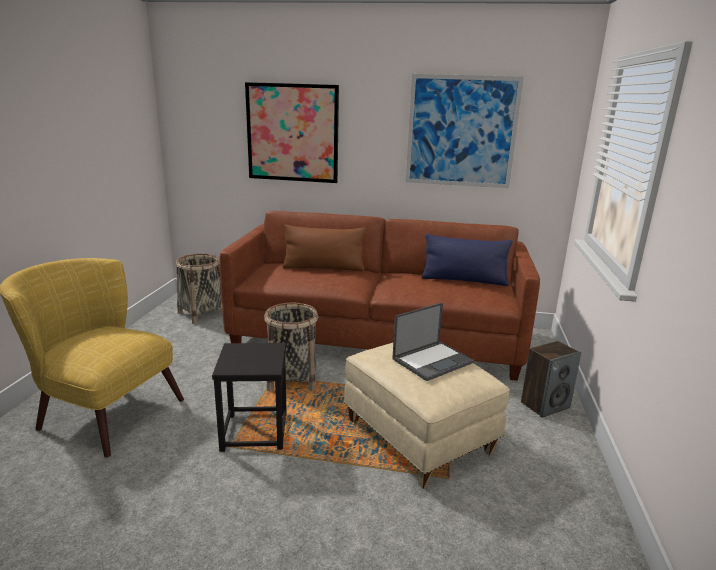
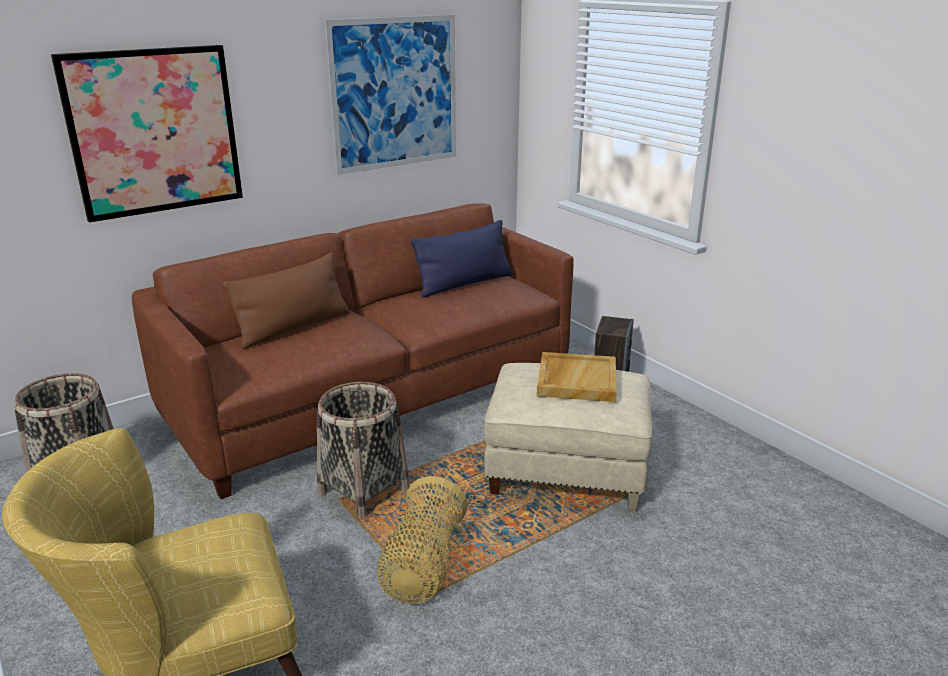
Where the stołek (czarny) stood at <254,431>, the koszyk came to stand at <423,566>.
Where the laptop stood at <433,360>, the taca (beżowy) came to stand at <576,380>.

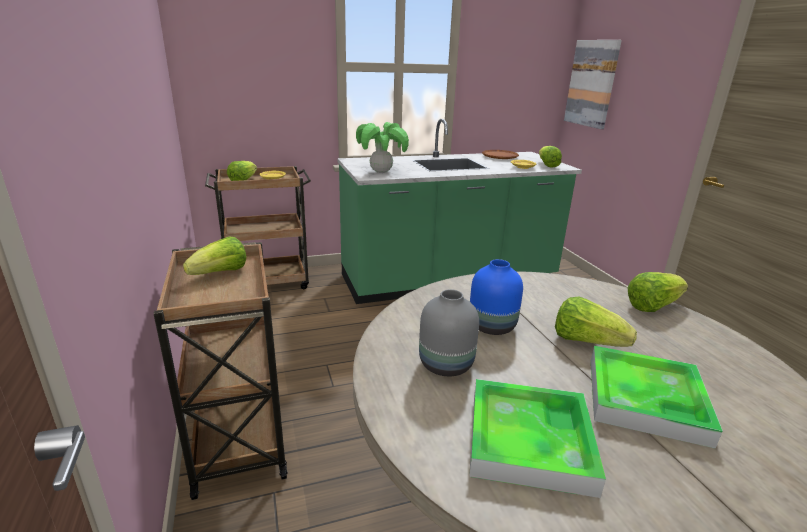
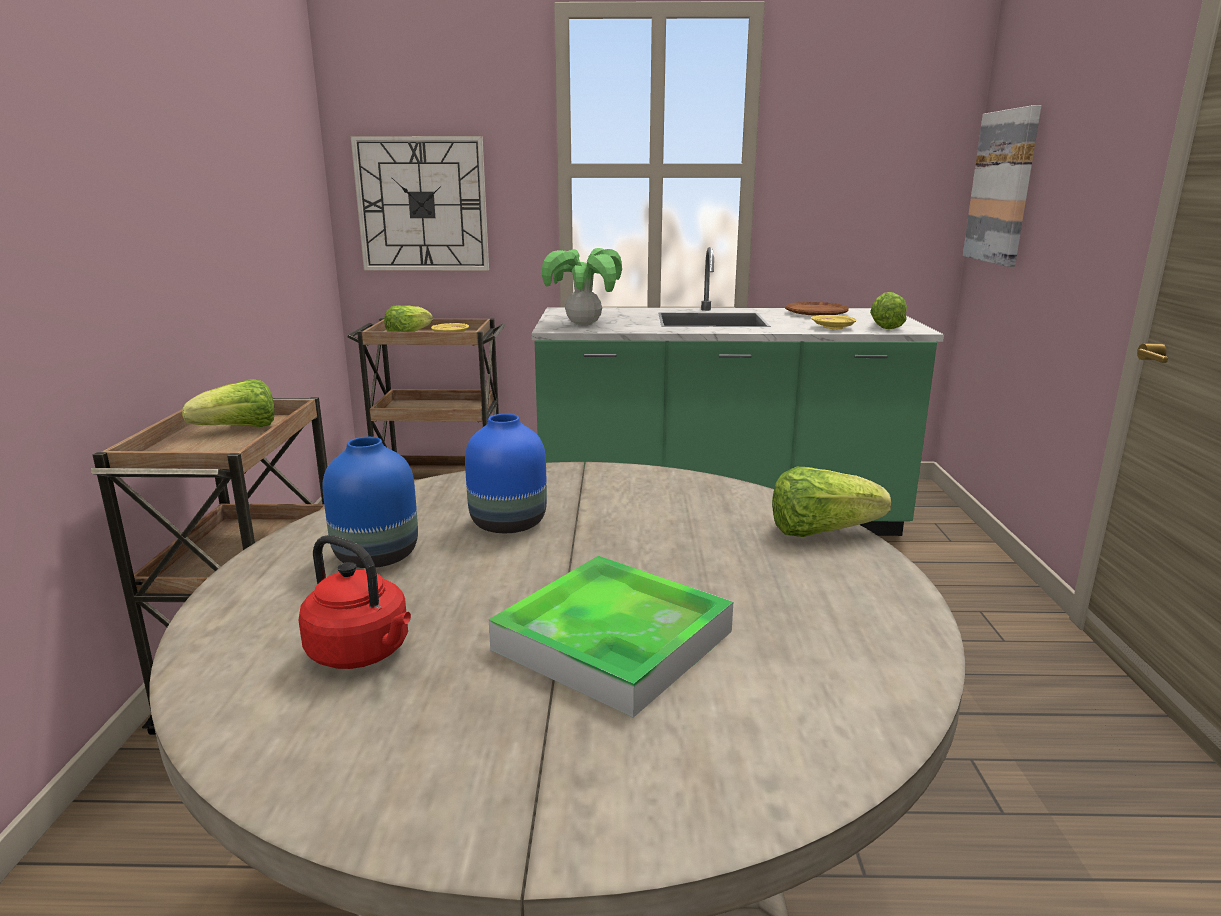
The second view lost the sałata at <586,341>.
The second view gained the zegar ścienny at <422,204>.
Where the taca stood at <529,440>, the czajnik (czerwony) came to stand at <363,653>.
What was the wazon (szary) at <447,364> turned into the wazon (niebieski) at <379,555>.

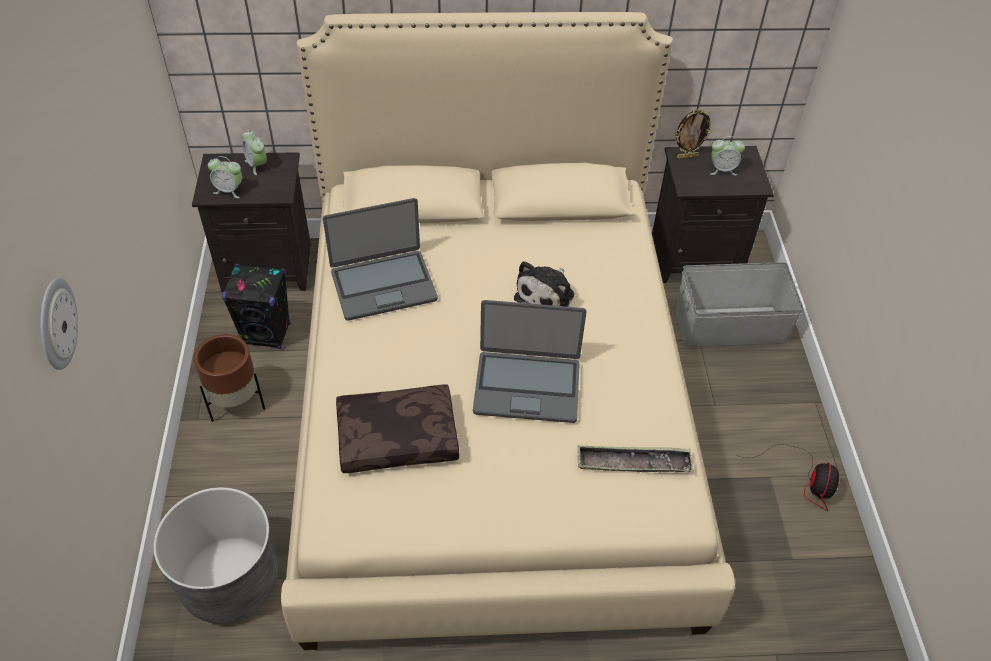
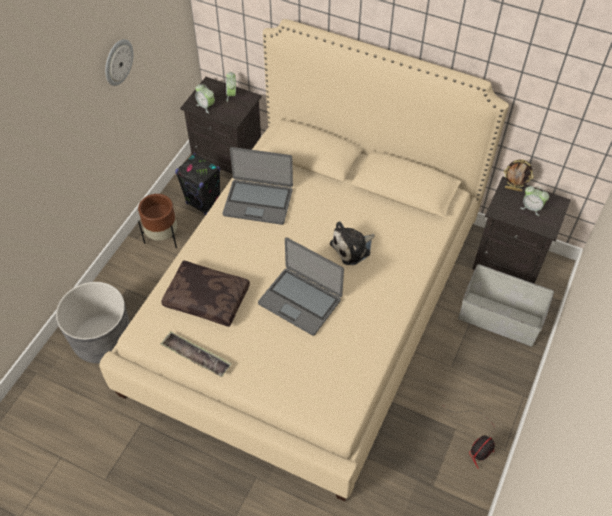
The zegar ścienny ended up elsewhere, having gone from <56,323> to <118,62>.
The taca ended up elsewhere, having gone from <633,463> to <196,356>.

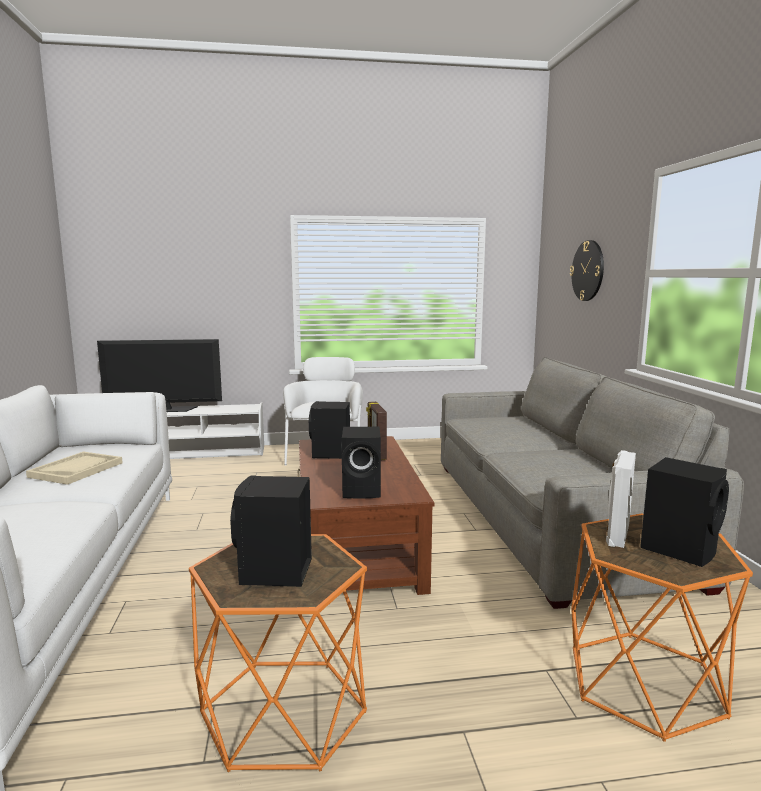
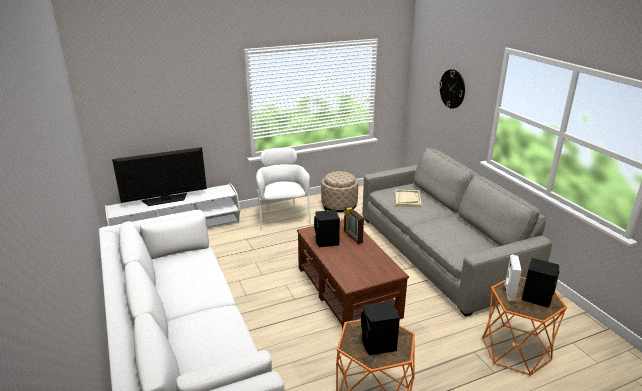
The second view lost the głośnik (czarny) at <363,490>.
The second view gained the pufa (beżowy) at <339,205>.
The taca (beżowy) ended up elsewhere, having gone from <76,470> to <407,199>.

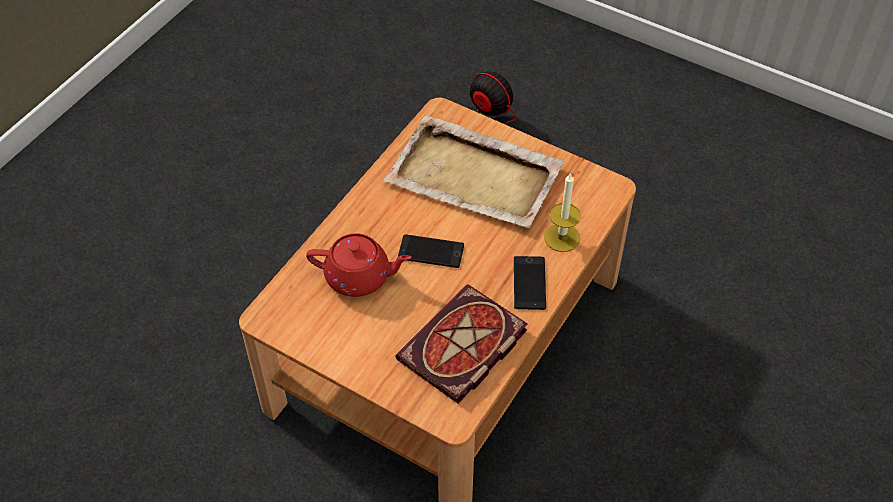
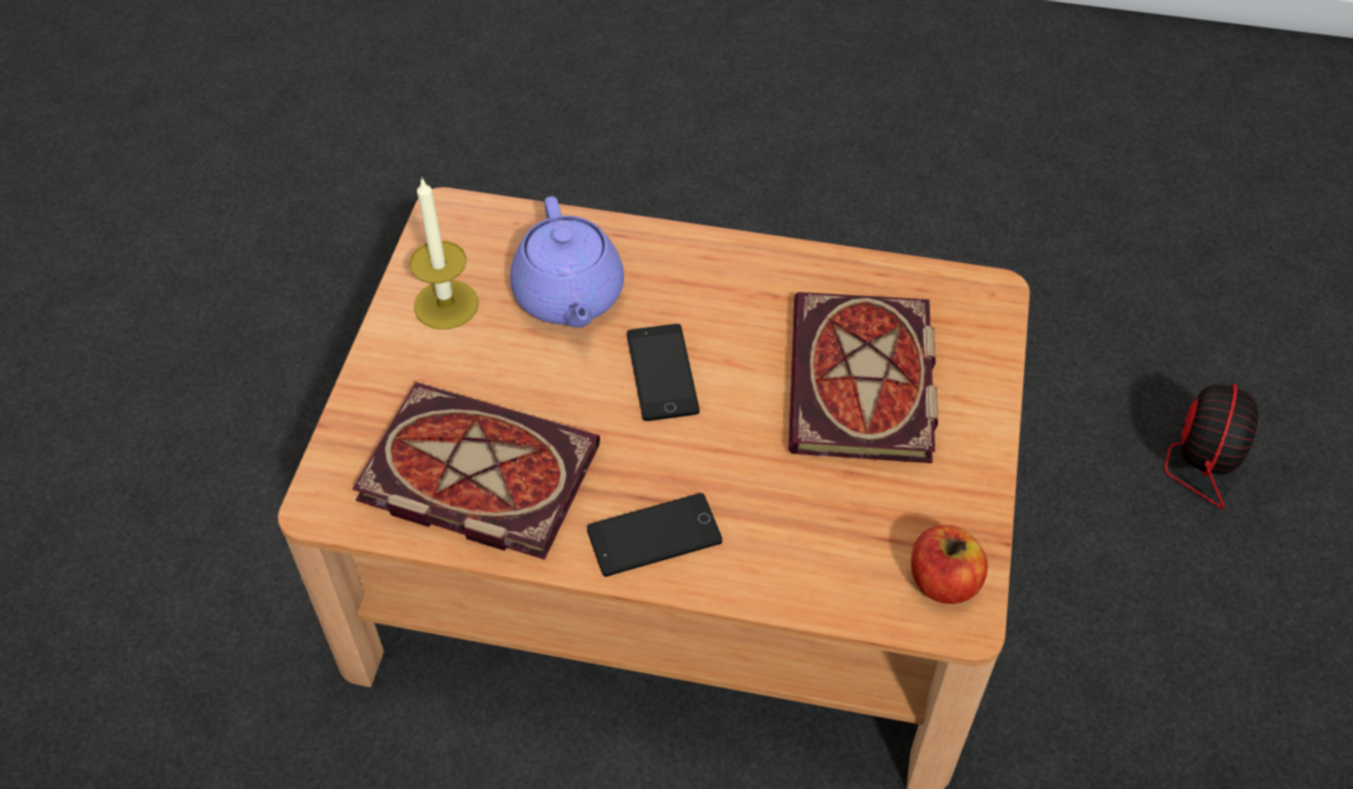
The second view gained the jabłko at <943,582>.
The świeca ended up elsewhere, having gone from <562,237> to <446,304>.
Where the taca (beżowy) stood at <475,176>, the książka came to stand at <865,386>.
What was the imbryk (czerwony) at <359,277> turned into the imbryk (fioletowy) at <569,297>.

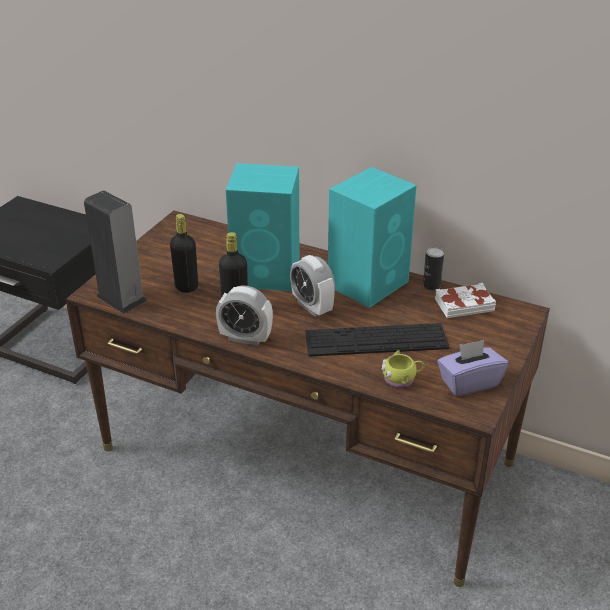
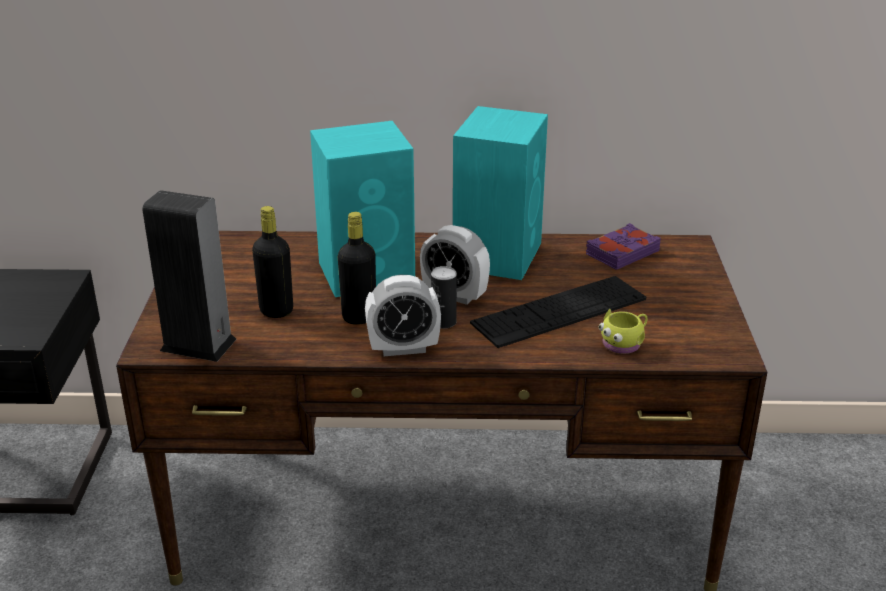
The second view lost the pudełko chusteczek (fioletowy) at <469,382>.
The puszka ended up elsewhere, having gone from <431,285> to <443,322>.
What was the książka (biały) at <464,304> turned into the książka (fioletowy) at <621,252>.

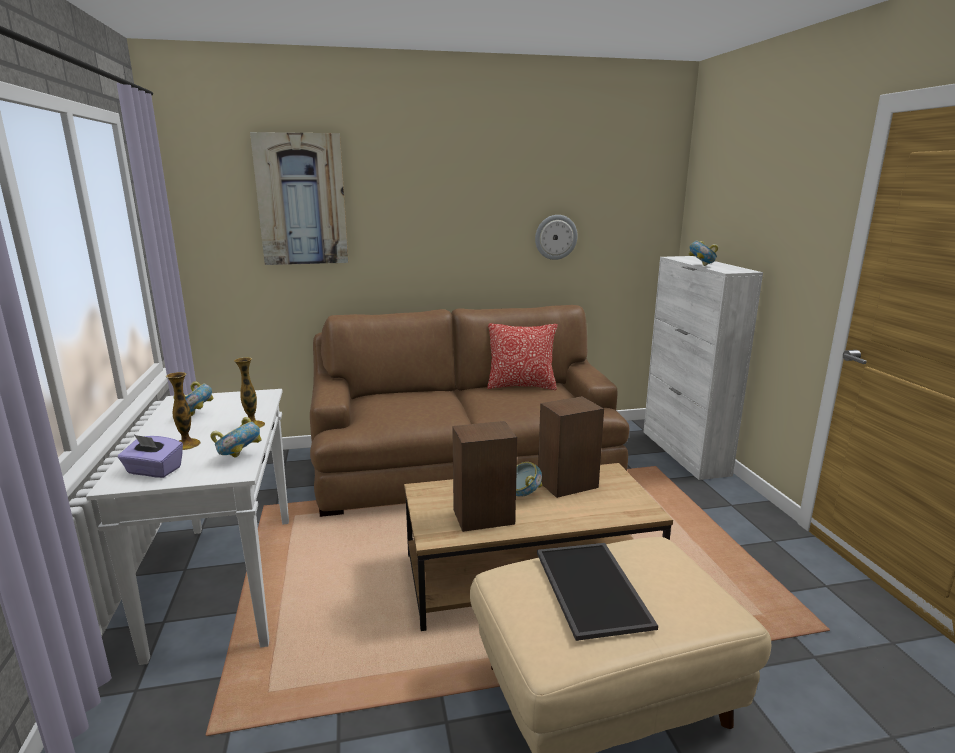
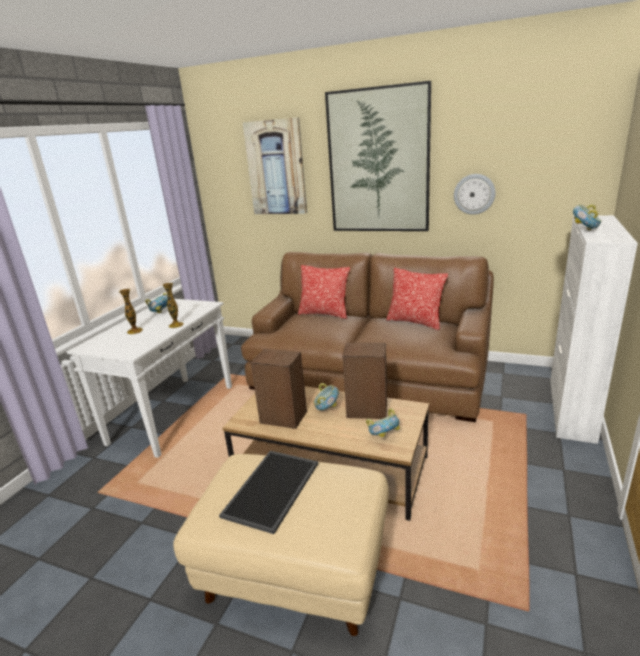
The second view lost the pudełko chusteczek (fioletowy) at <154,471>.
The second view gained the poduszka at <324,314>.
The second view gained the obraz at <378,162>.
The miska ended up elsewhere, having gone from <240,457> to <384,436>.

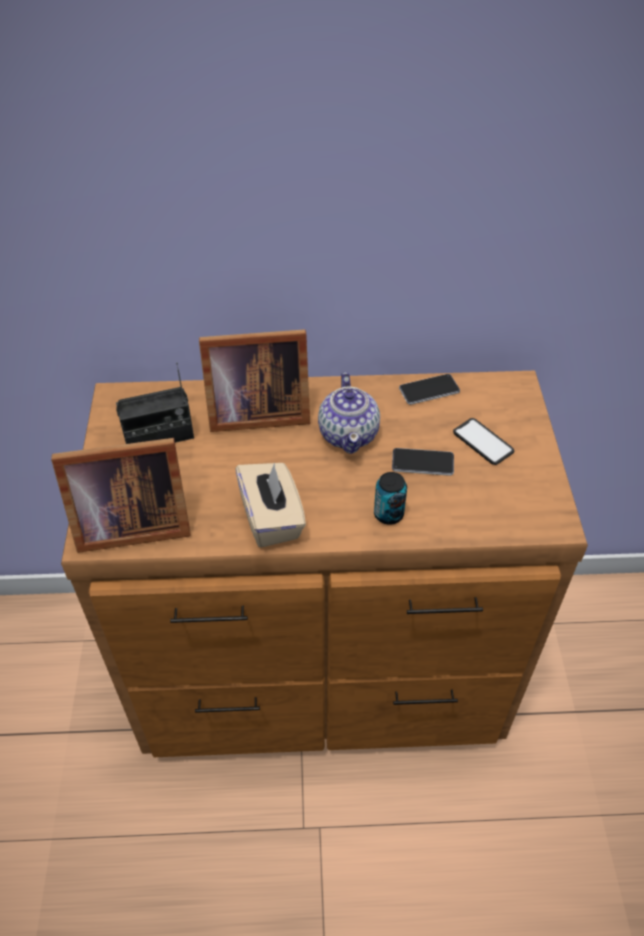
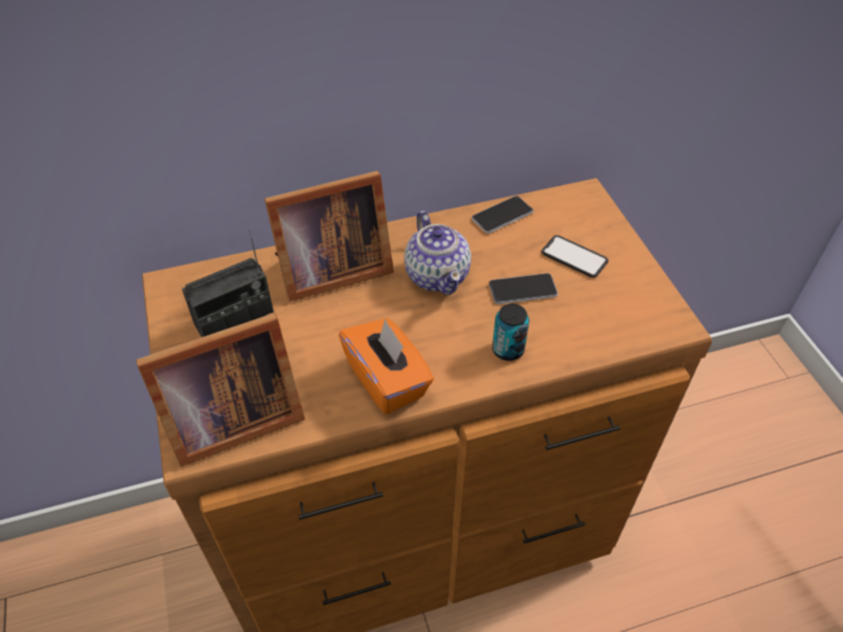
What was the pudełko chusteczek (beżowy) at <272,518> turned into the pudełko chusteczek (pomarańczowy) at <387,380>.

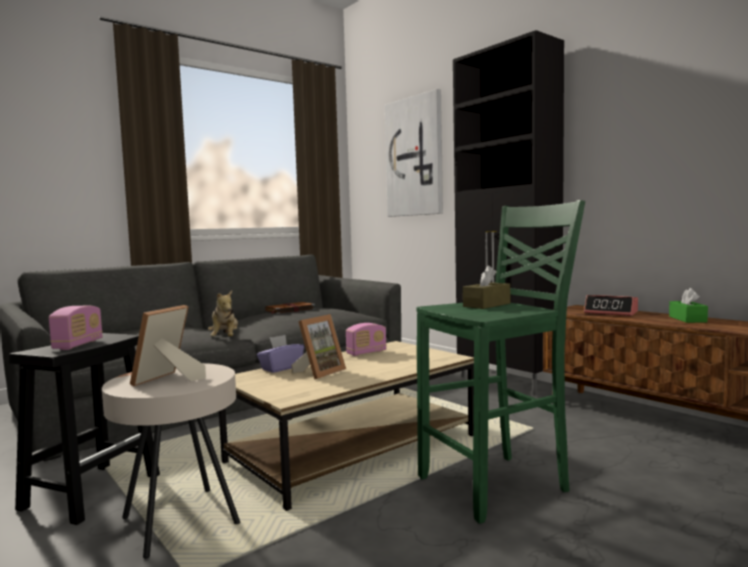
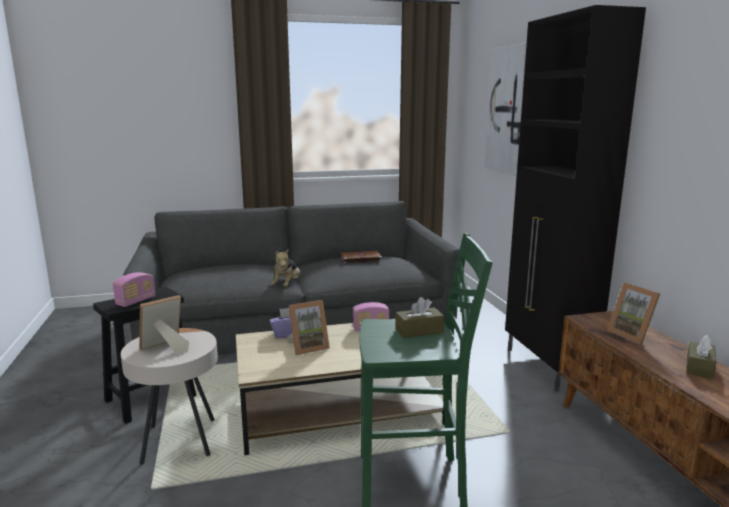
Where the budzik stood at <611,312>, the ramka na zdjęcie came to stand at <632,334>.
What was the pudełko chusteczek (zielony) at <687,319> turned into the pudełko chusteczek (brązowy) at <699,367>.

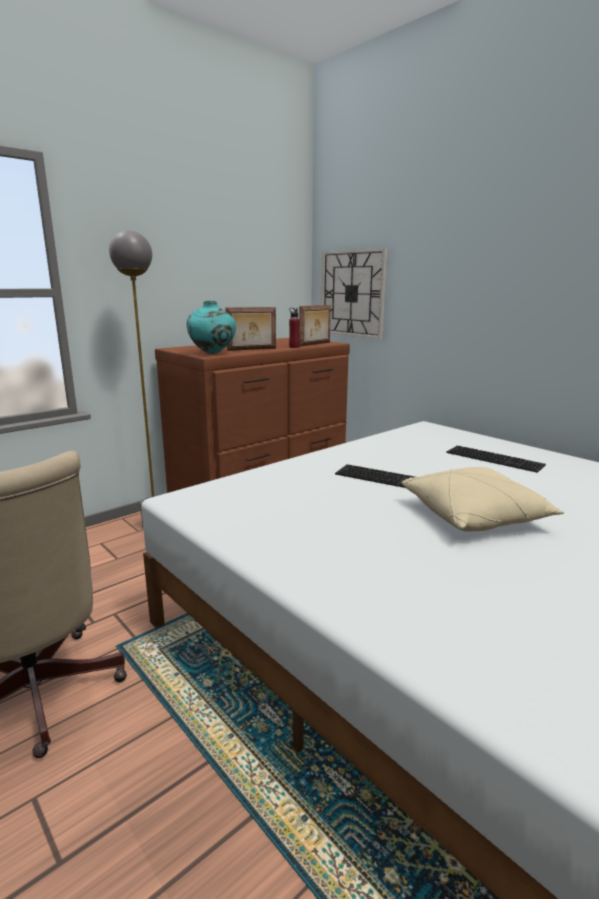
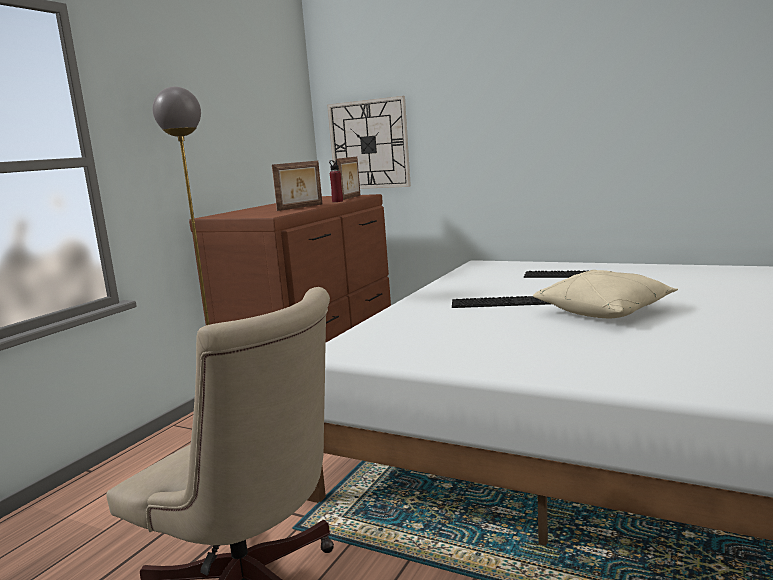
The second view lost the wazon (turkusowy) at <213,354>.

